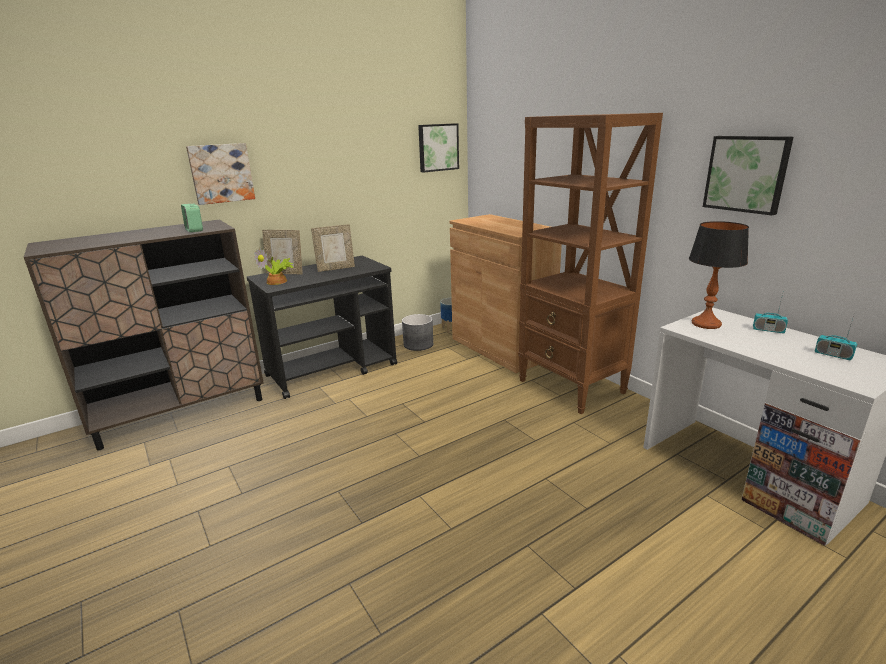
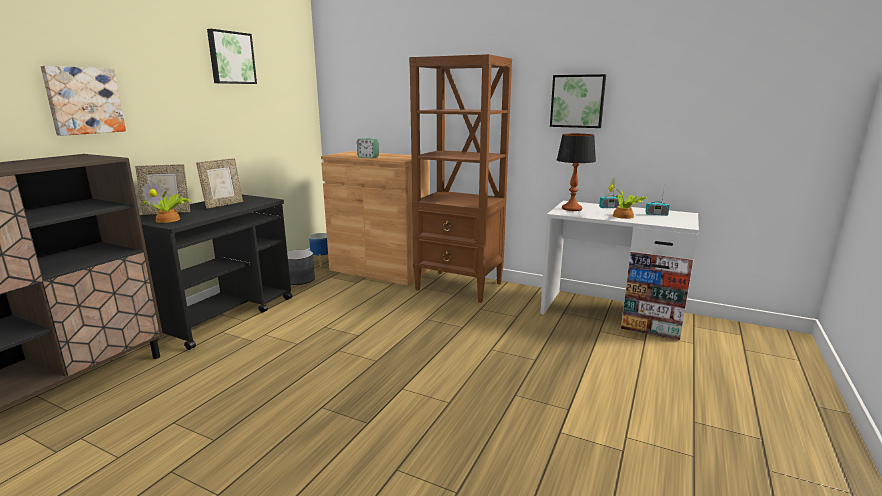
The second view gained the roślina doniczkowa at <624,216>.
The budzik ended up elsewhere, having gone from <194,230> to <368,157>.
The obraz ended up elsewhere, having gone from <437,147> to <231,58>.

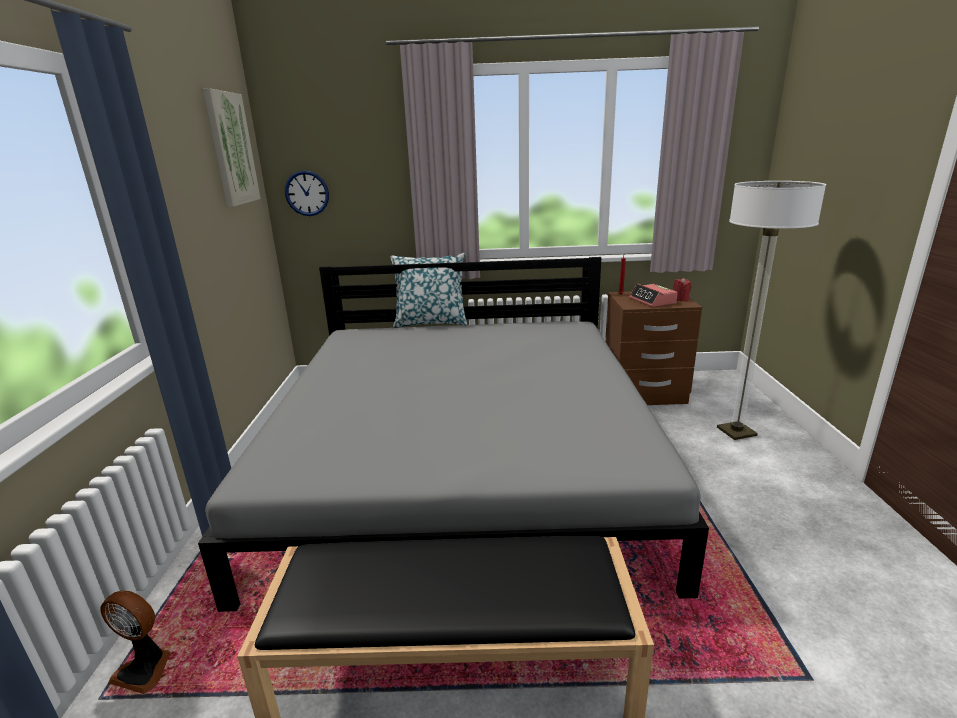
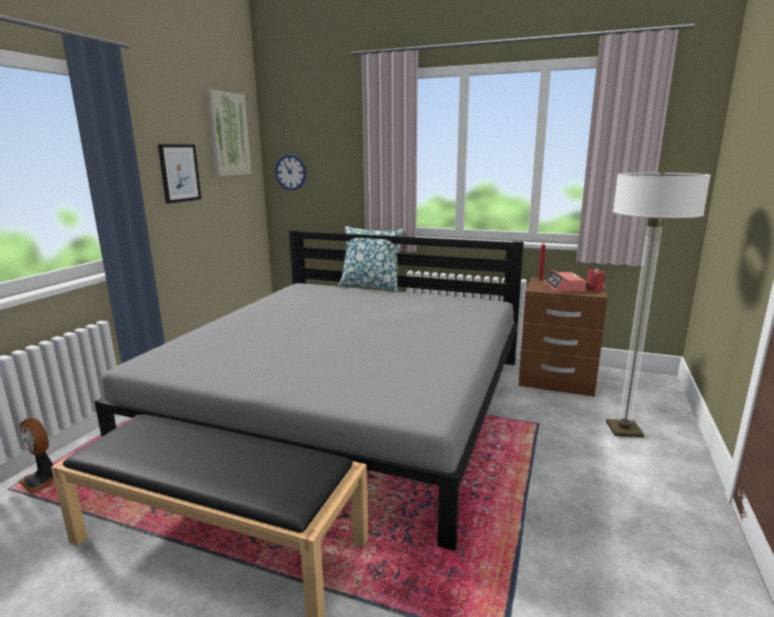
The second view gained the obraz at <179,173>.

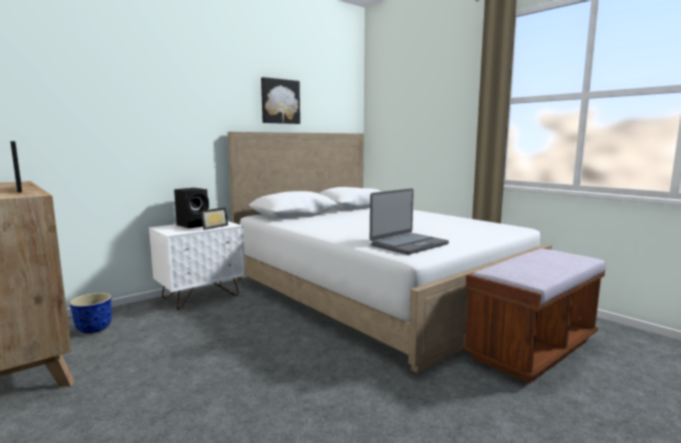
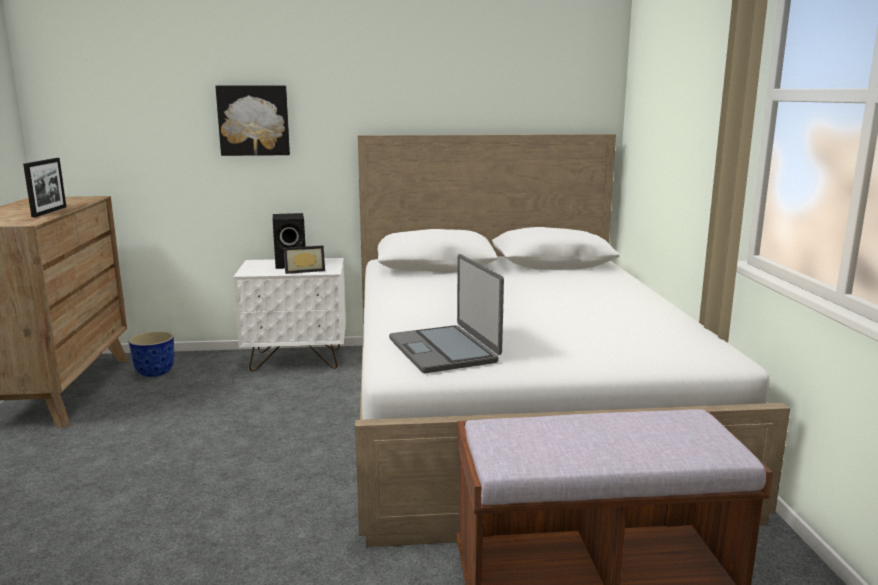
The obraz ended up elsewhere, having gone from <280,101> to <254,120>.
The laptop at <408,244> ended up facing another way, 75 degrees clockwise from before.

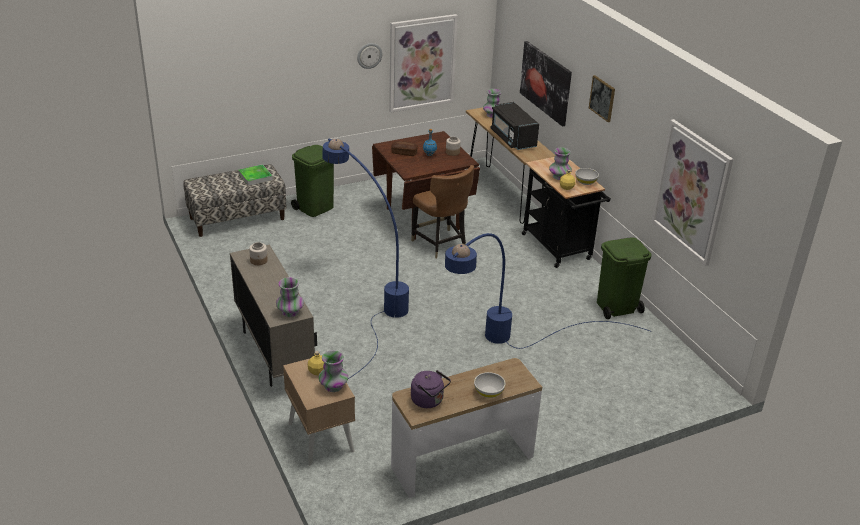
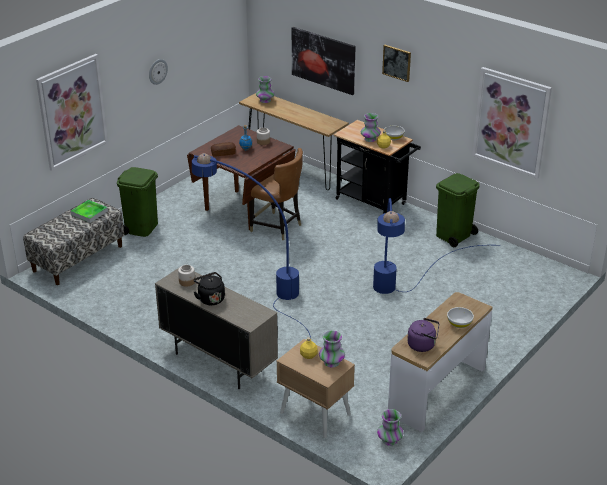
The second view lost the mikrofalówka (czarny) at <512,138>.
The second view gained the czajnik (czarny) at <210,298>.
The wazon ended up elsewhere, having gone from <290,312> to <389,440>.
The obraz ended up elsewhere, having gone from <422,63> to <72,111>.

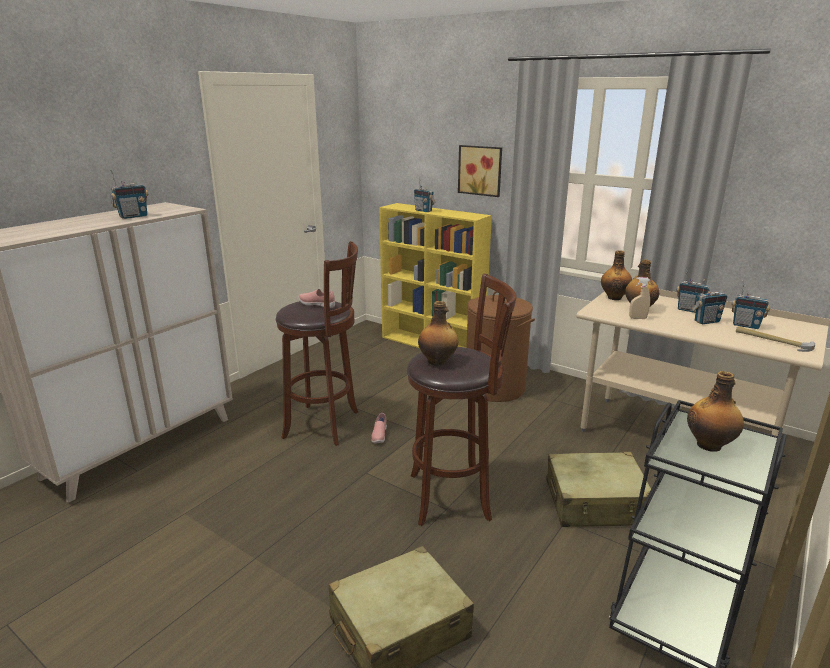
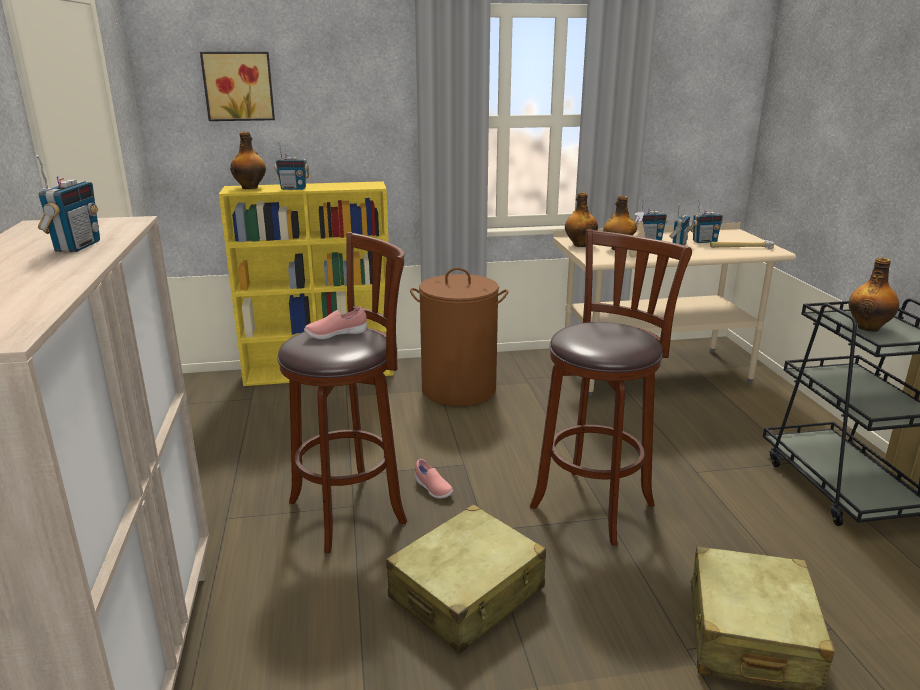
The butelka ended up elsewhere, having gone from <438,361> to <250,187>.
The obraz ended up elsewhere, having gone from <481,170> to <238,86>.
The walizka (beżowy) ended up elsewhere, having gone from <596,503> to <467,593>.

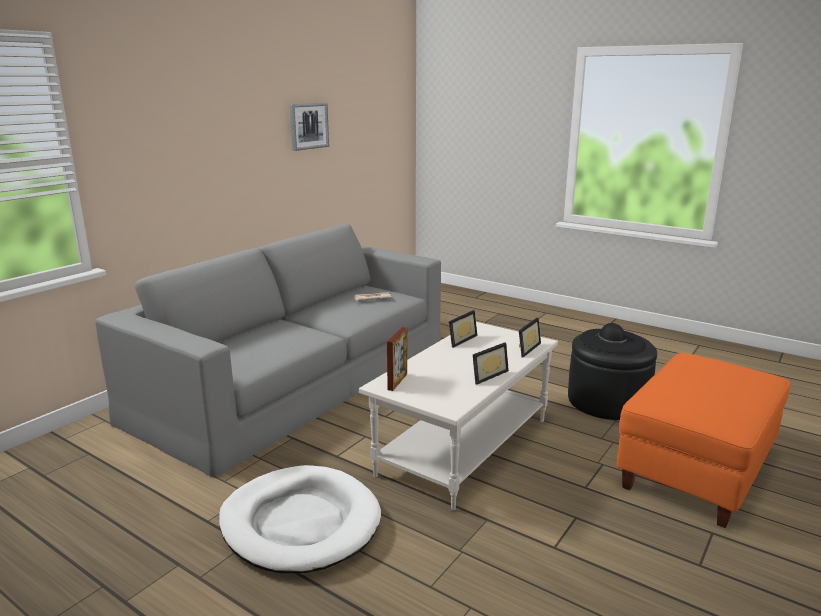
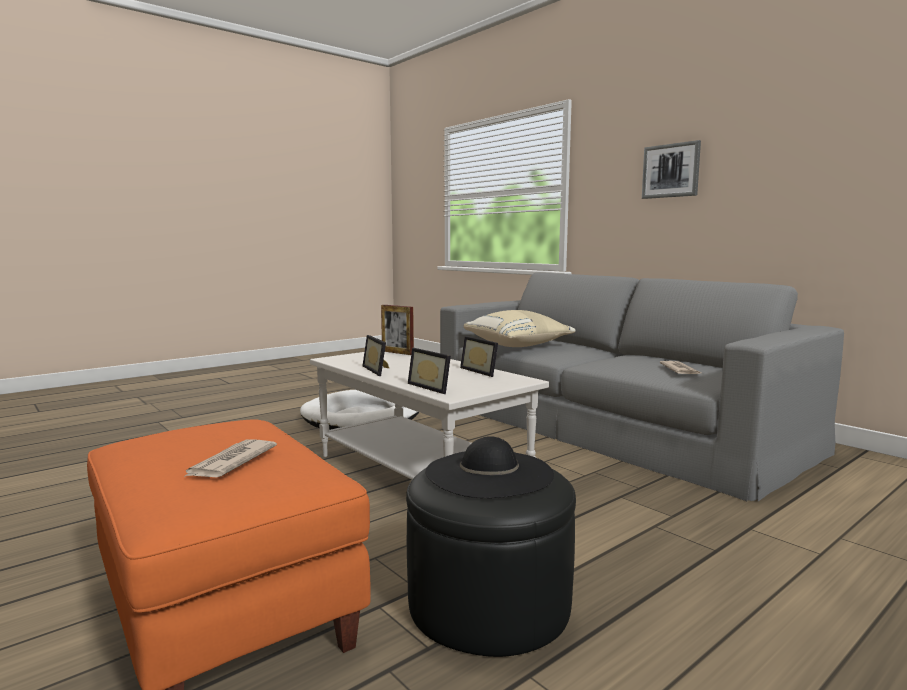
The second view gained the gazeta at <230,463>.
The second view gained the poduszka (beżowy) at <518,346>.
The obraz ended up elsewhere, having gone from <308,126> to <671,170>.

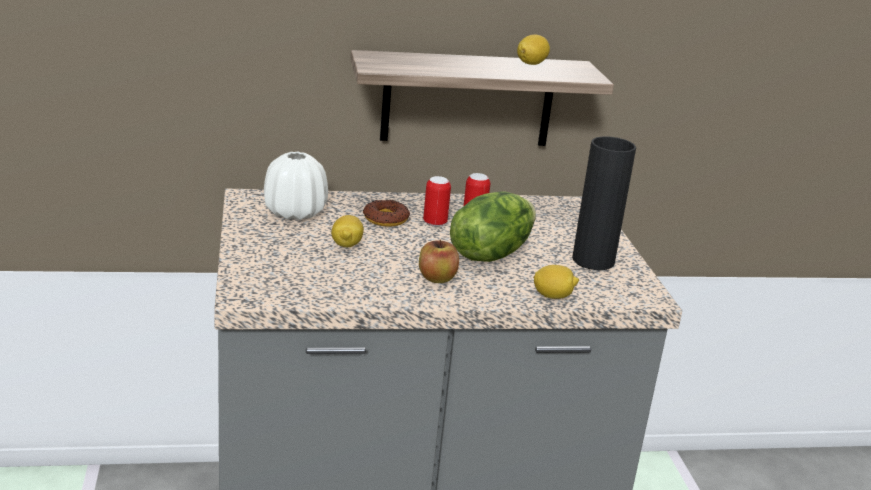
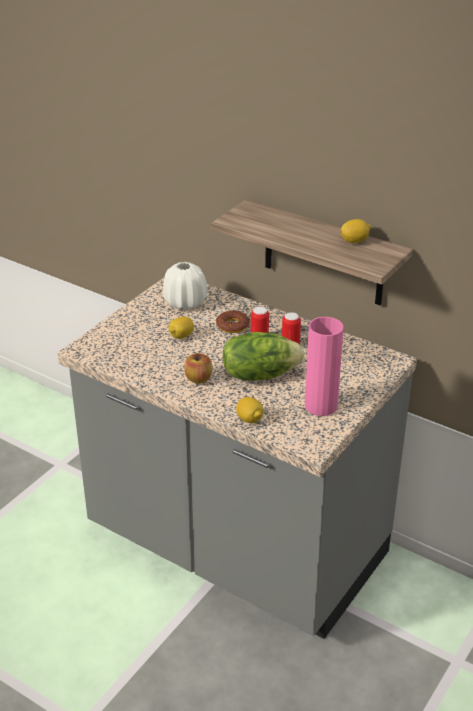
What was the wazon (czarny) at <593,260> turned into the wazon (różowy) at <321,406>.

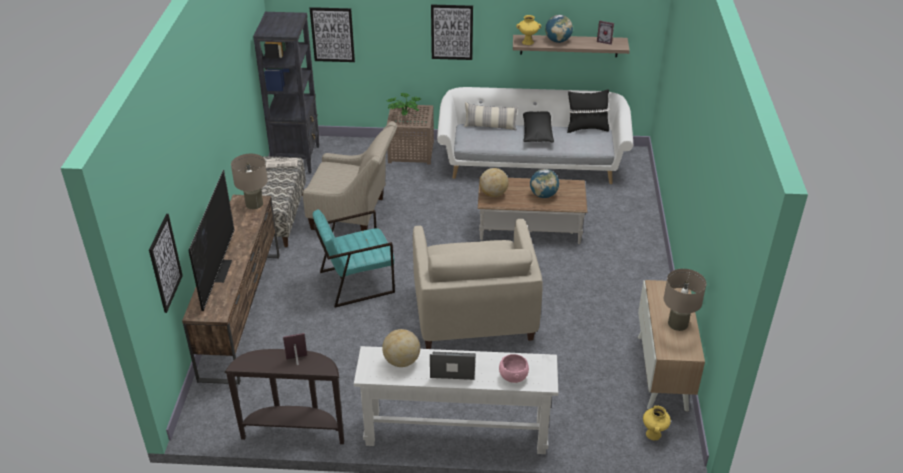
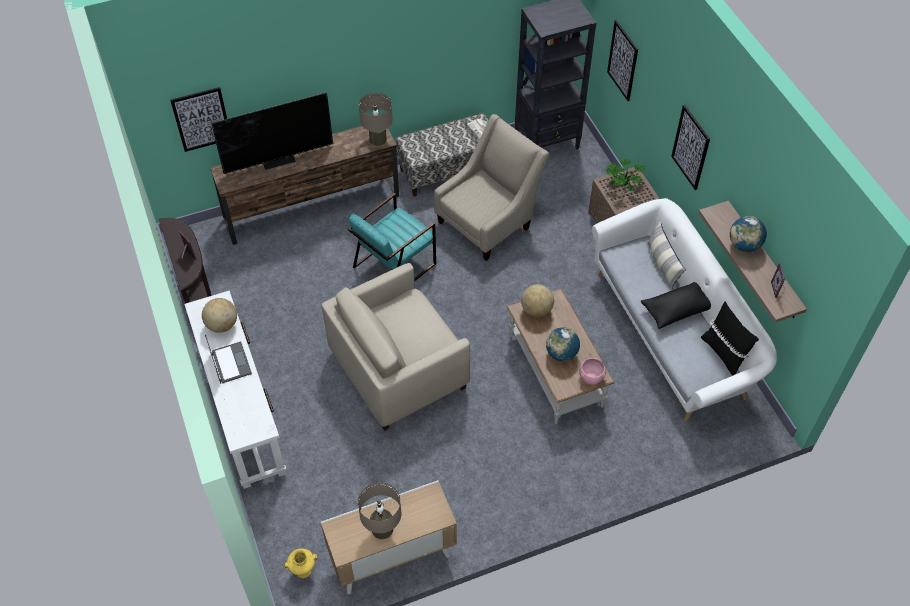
The second view lost the wazon (żółty) at <528,42>.
The miska (różowy) ended up elsewhere, having gone from <513,376> to <591,376>.
The fotel (beżowy) at <354,214> ended up facing another way, 120 degrees counterclockwise from before.
The fotel (turkusowy) at <356,281> ended up facing another way, 90 degrees counterclockwise from before.

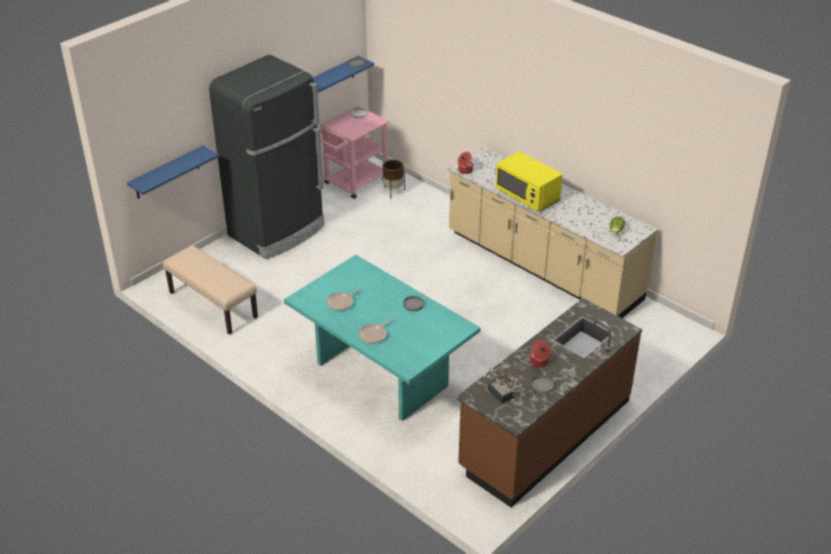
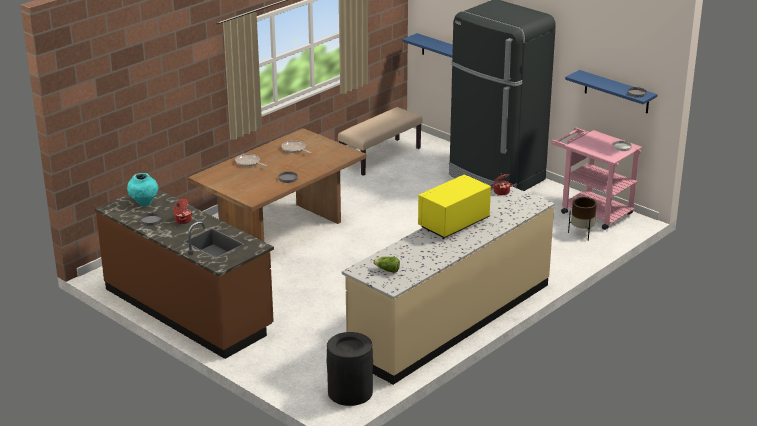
The second view gained the kosz na śmieci (czarny) at <350,392>.
Where the roślina doniczkowa stood at <502,395>, the wazon (turkusowy) came to stand at <144,203>.
What was the stół jadalny (turkusowy) at <383,374> turned into the stół jadalny (brązowy) at <281,232>.

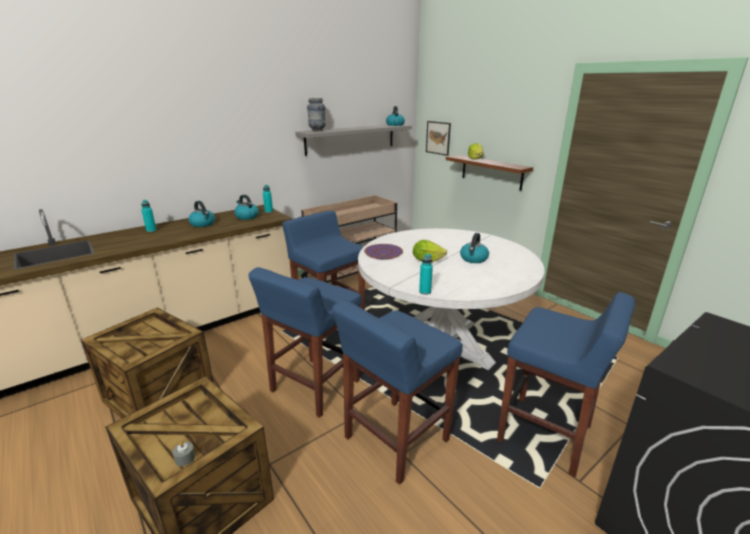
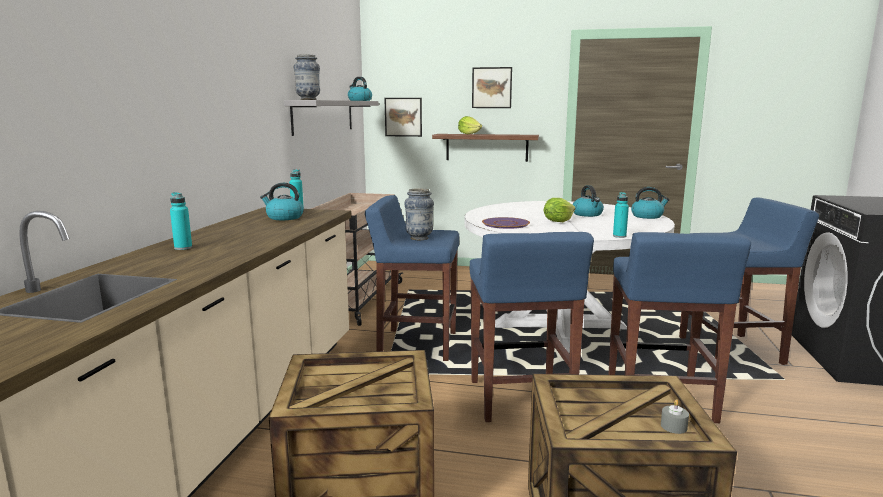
The second view gained the wazon at <419,238>.
The second view gained the obraz at <491,87>.
The czajnik ended up elsewhere, having gone from <203,224> to <647,216>.

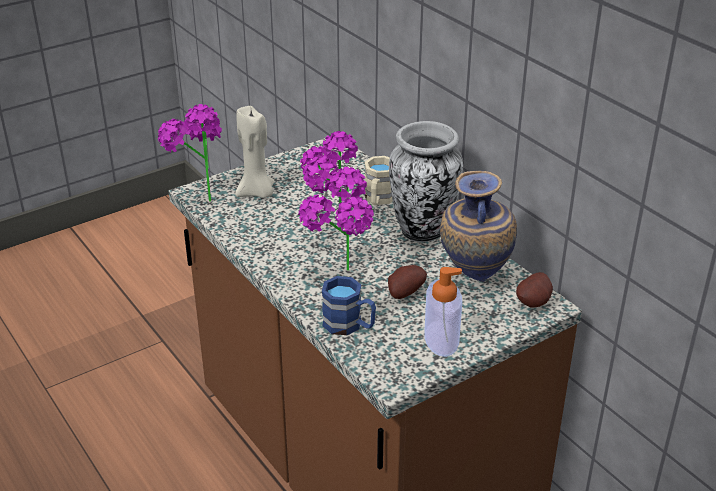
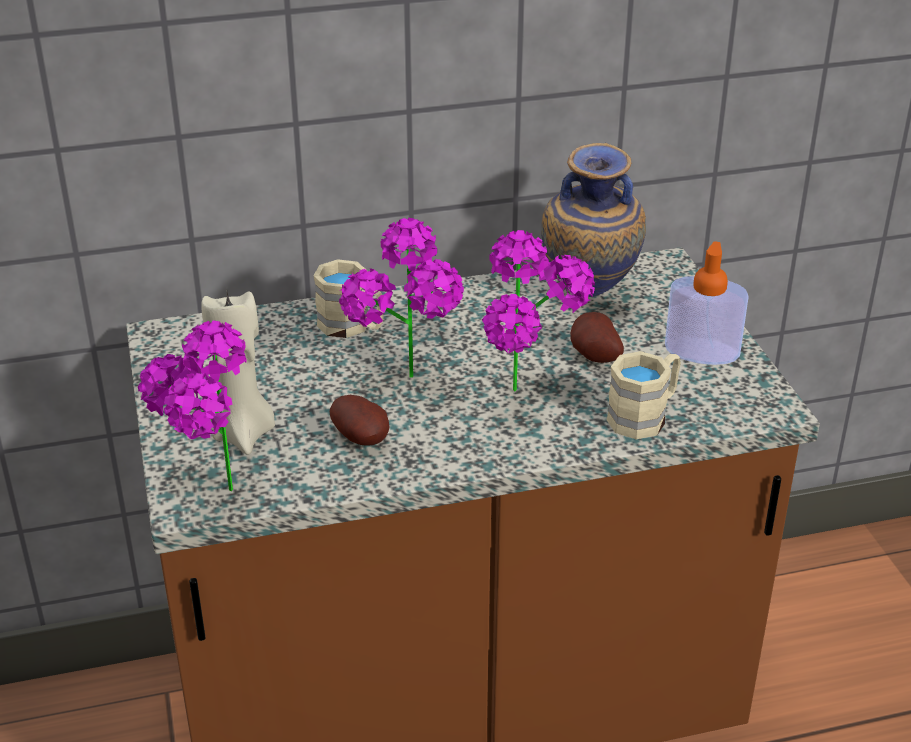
The second view lost the wazon at <423,231>.
The ziemniak ended up elsewhere, having gone from <534,303> to <363,439>.
What was the kubek (niebieski) at <349,325> turned into the kubek (beżowy) at <645,416>.

